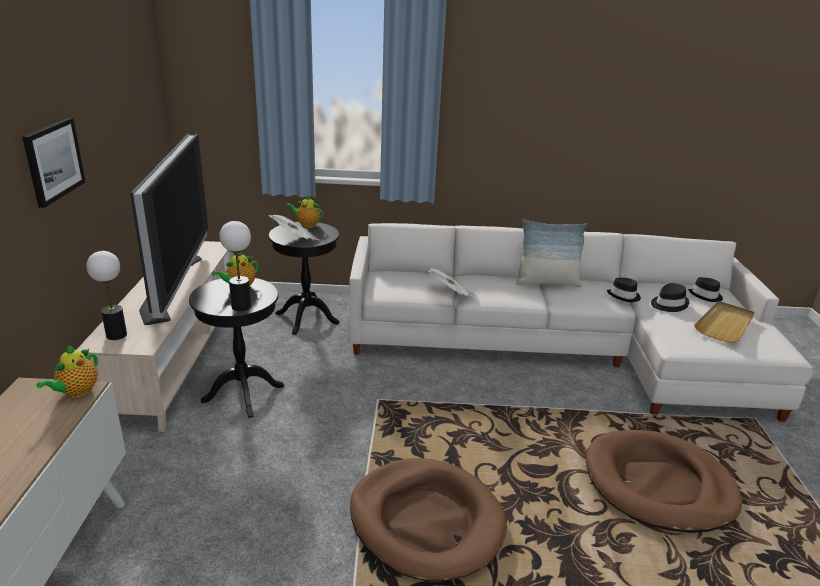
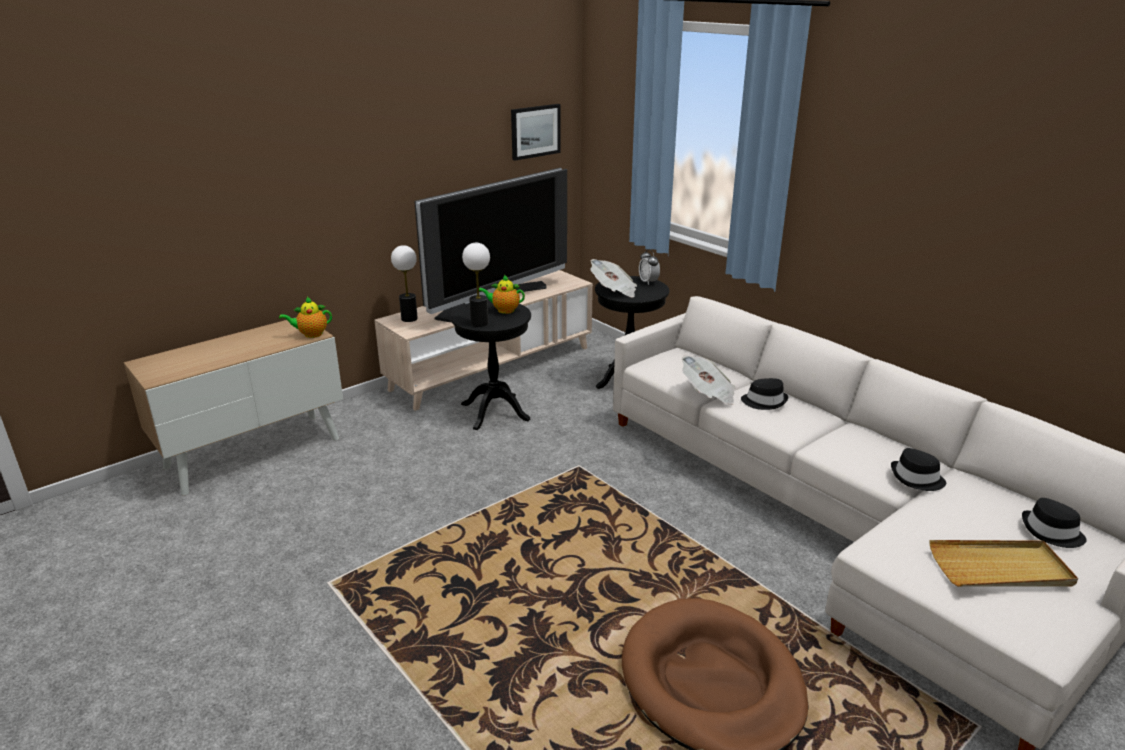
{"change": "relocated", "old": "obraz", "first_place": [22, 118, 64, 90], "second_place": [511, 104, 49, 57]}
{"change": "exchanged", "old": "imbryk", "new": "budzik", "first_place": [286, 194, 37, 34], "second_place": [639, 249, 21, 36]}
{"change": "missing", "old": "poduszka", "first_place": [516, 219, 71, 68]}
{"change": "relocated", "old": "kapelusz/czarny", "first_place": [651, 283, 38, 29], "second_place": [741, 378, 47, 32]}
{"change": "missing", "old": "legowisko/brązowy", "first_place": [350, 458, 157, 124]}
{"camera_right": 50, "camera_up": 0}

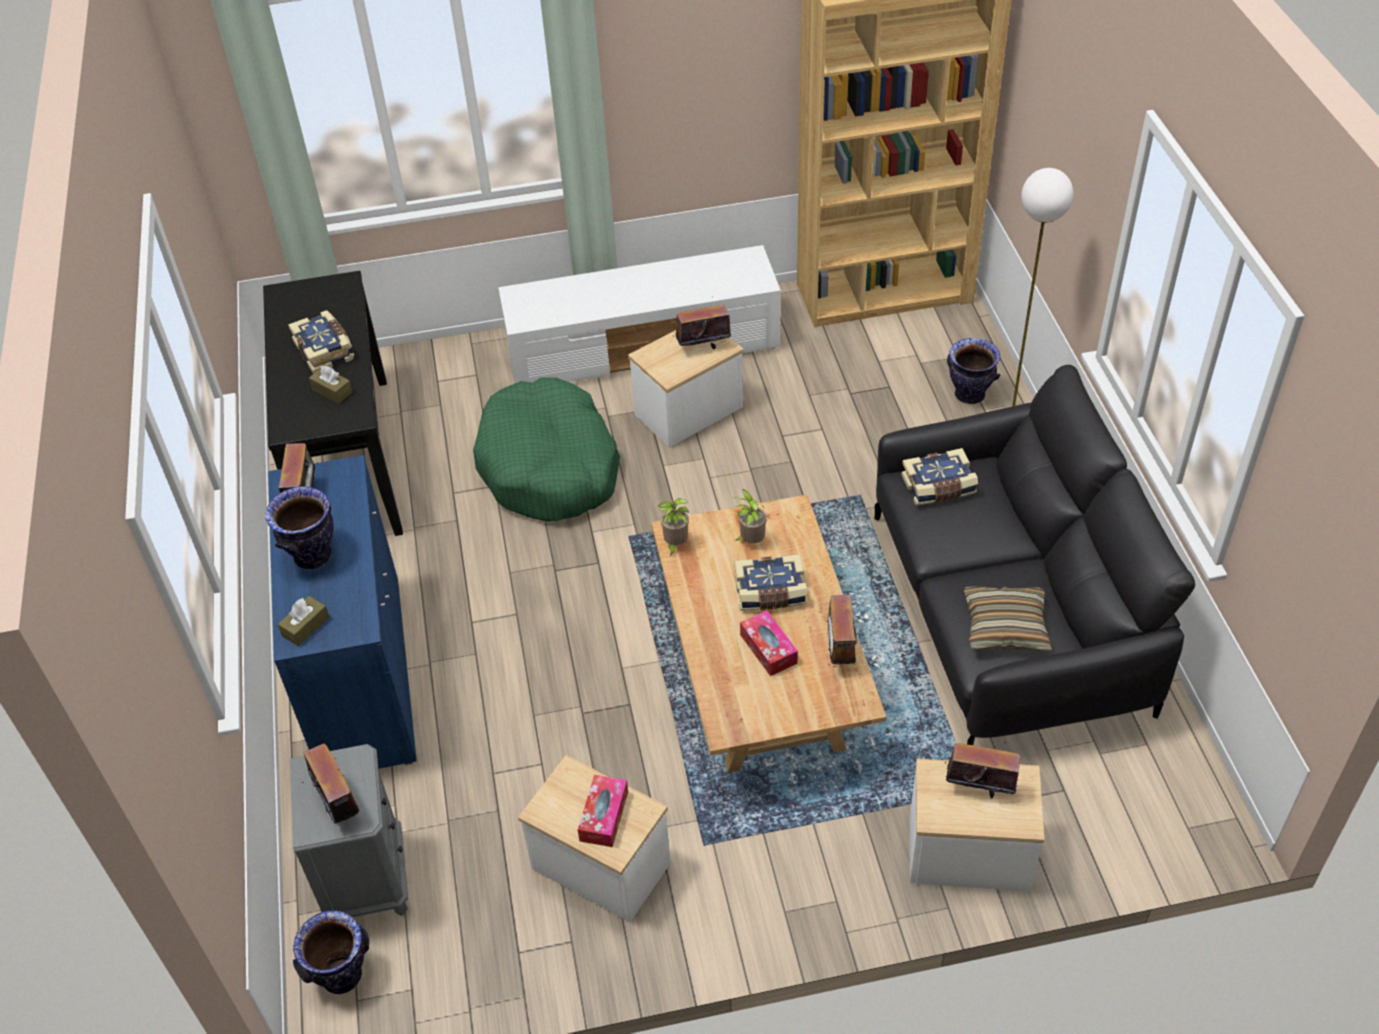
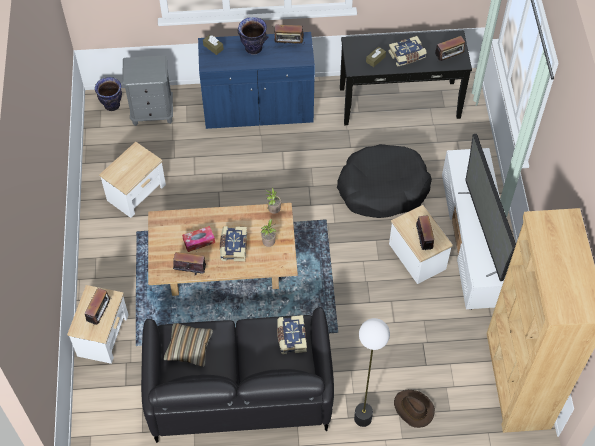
{"change": "exchanged", "old": "wazon", "new": "kapelusz/brązowy", "first_place": [947, 338, 53, 66], "second_place": [394, 390, 41, 38]}
{"change": "colour", "old": "legowisko/zielony", "new": "legowisko/czarny", "first_place": [473, 377, 147, 145], "second_place": [337, 144, 95, 74]}
{"change": "relocated", "old": "radio", "first_place": [302, 743, 57, 83], "second_place": [435, 36, 31, 25]}
{"change": "missing", "old": "pudełko chusteczek", "first_place": [578, 775, 50, 72]}
{"change": "appeared", "new": "telewizor", "second_place": [458, 134, 58, 147]}
{"camera_right": 95, "camera_up": 10}

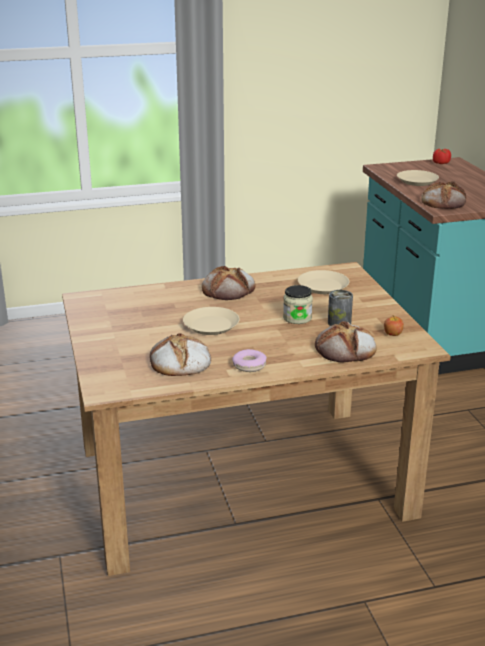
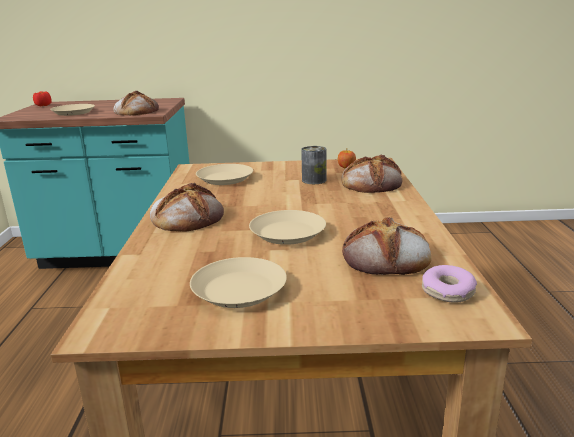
{"change": "missing", "old": "słoik", "first_place": [283, 285, 30, 39]}
{"change": "relocated", "old": "donut", "first_place": [232, 349, 35, 23], "second_place": [422, 265, 55, 38]}
{"change": "appeared", "new": "talerz/beżowy", "second_place": [190, 257, 97, 51]}
{"camera_right": -75, "camera_up": -5}

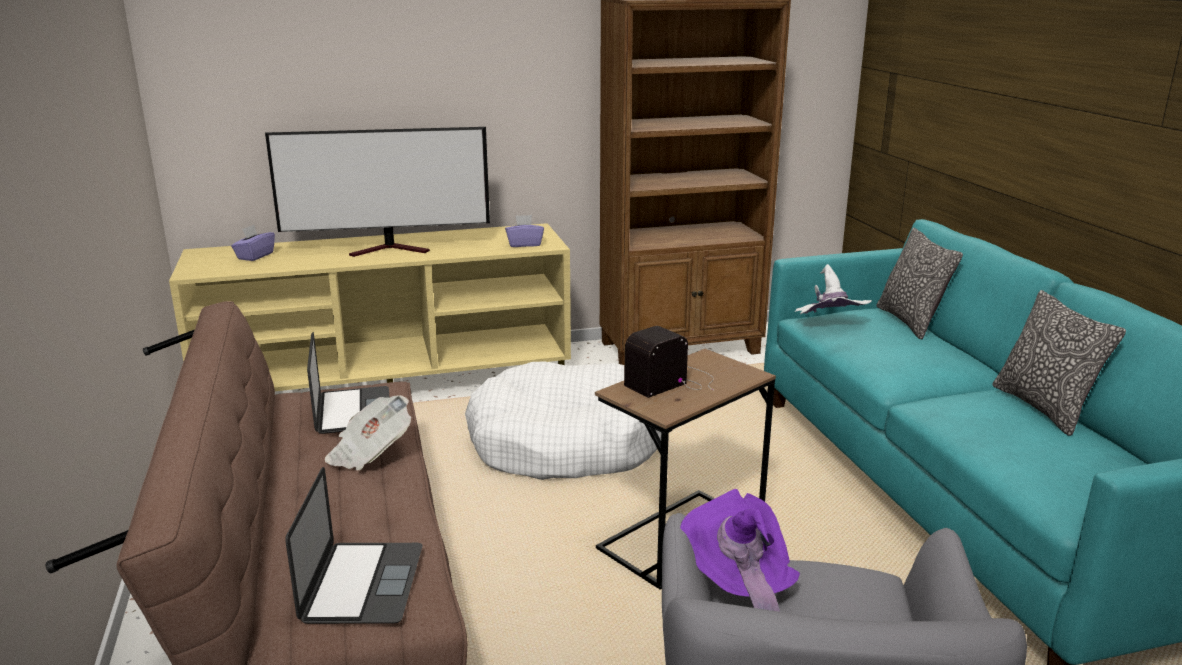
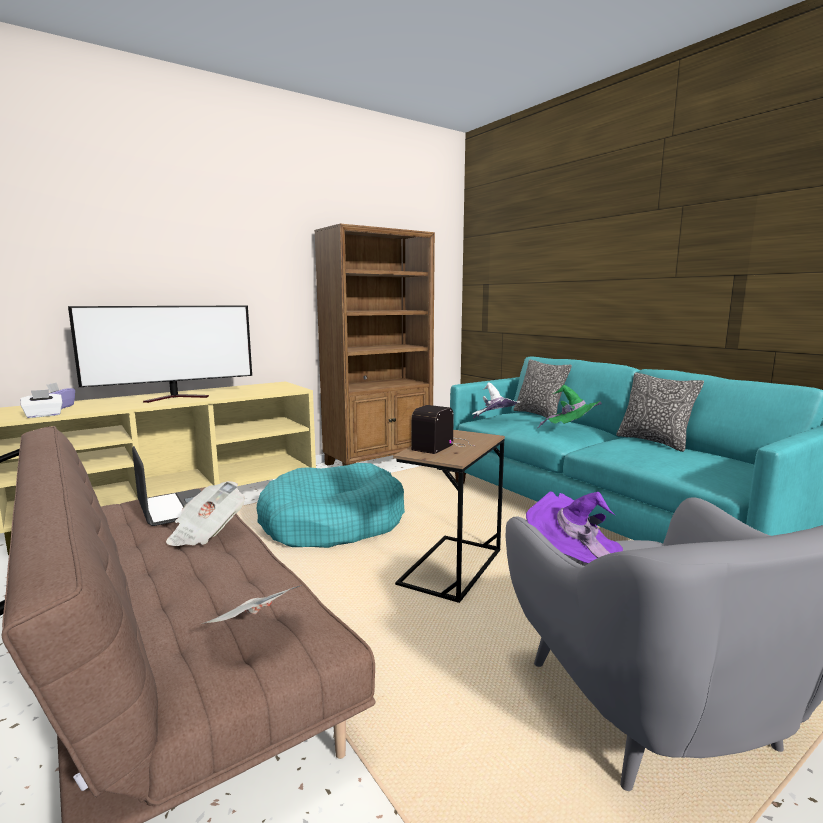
{"change": "missing", "old": "pudełko chusteczek/fioletowy", "first_place": [505, 215, 39, 32]}
{"change": "colour", "old": "legowisko/biały", "new": "legowisko/turkusowy", "first_place": [465, 362, 196, 118], "second_place": [257, 463, 148, 85]}
{"change": "exchanged", "old": "laptop", "new": "gazeta", "first_place": [285, 467, 137, 157], "second_place": [201, 585, 101, 39]}
{"change": "appeared", "new": "kapelusz/zielony", "second_place": [537, 385, 65, 43]}
{"change": "appeared", "new": "pudełko chusteczek/biały", "second_place": [20, 389, 43, 29]}
{"camera_right": -20, "camera_up": -10}

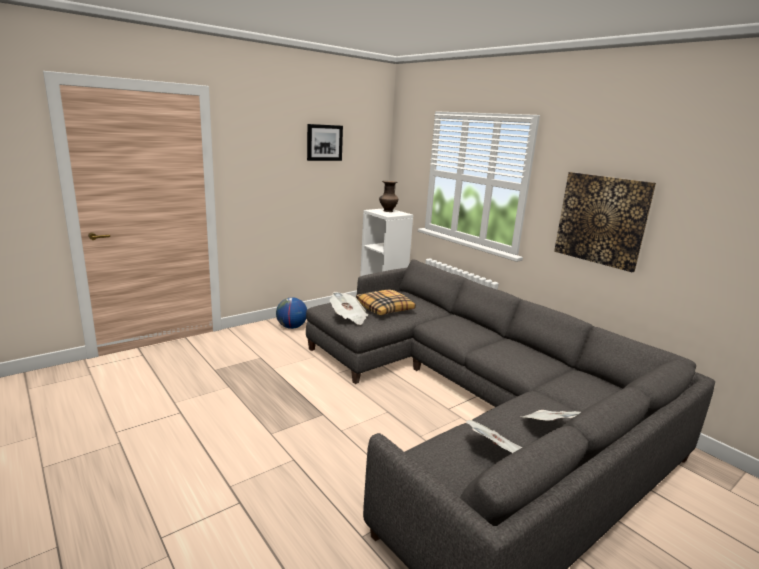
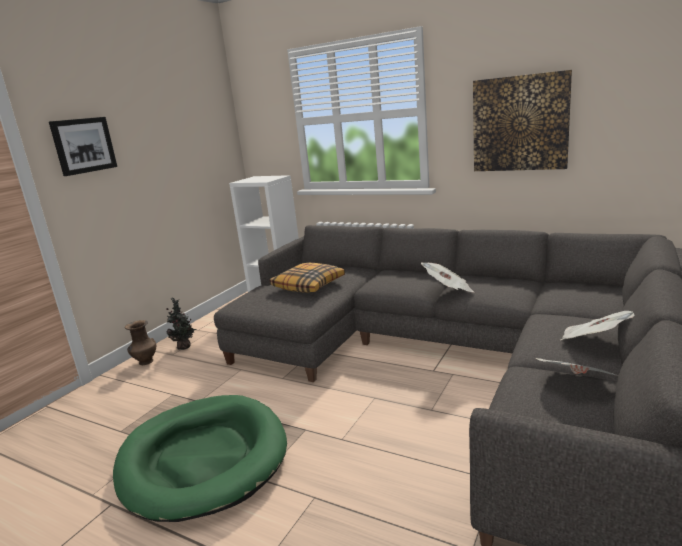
{"change": "relocated", "old": "obraz", "first_place": [307, 124, 36, 37], "second_place": [49, 117, 68, 59]}
{"change": "relocated", "old": "wazon/brązowy", "first_place": [379, 181, 19, 31], "second_place": [125, 320, 31, 45]}
{"change": "relocated", "old": "gazeta", "first_place": [330, 292, 38, 33], "second_place": [421, 263, 53, 29]}
{"change": "exchanged", "old": "globus", "new": "roślina doniczkowa", "first_place": [276, 297, 31, 32], "second_place": [166, 298, 30, 52]}
{"change": "appeared", "new": "legowisko/zielony", "second_place": [113, 395, 174, 127]}
{"camera_right": -20, "camera_up": 0}

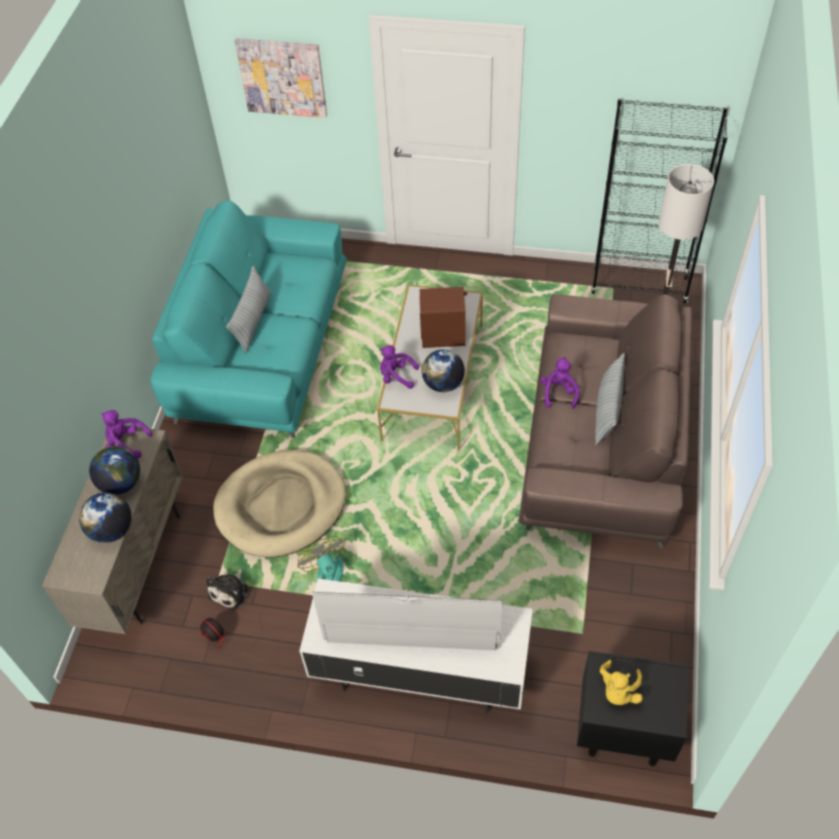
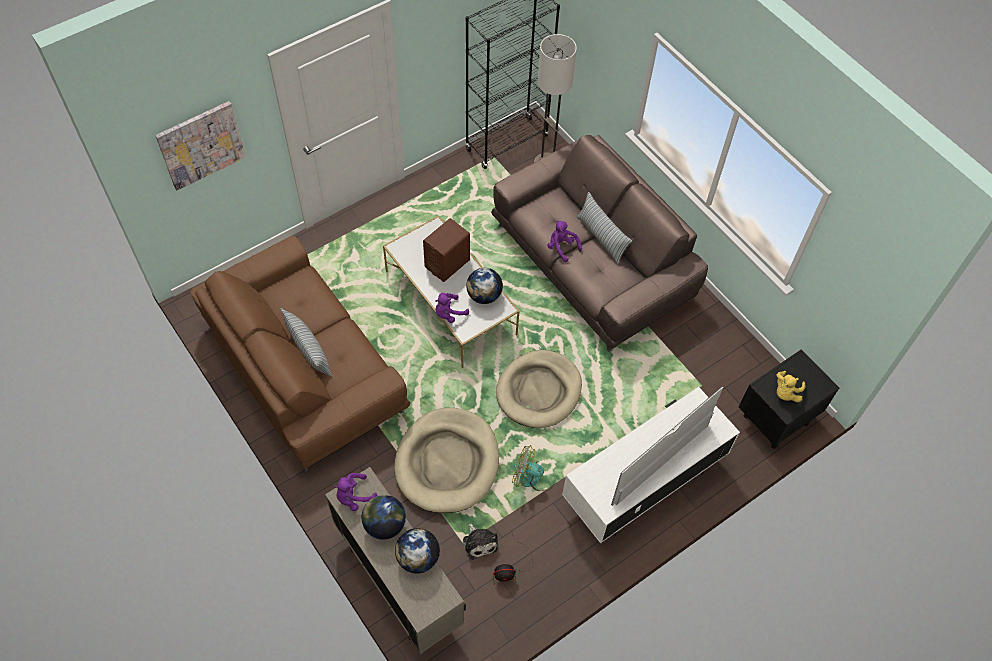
{"change": "colour", "old": "kanapa/turkusowy", "new": "kanapa/brązowy", "first_place": [150, 201, 197, 237], "second_place": [190, 236, 220, 236]}
{"change": "spun", "old": "pluszak/żółty", "first_place": [600, 660, 43, 45], "second_place": [776, 371, 29, 31], "degrees": 60}
{"change": "appeared", "new": "legowisko/beżowy", "second_place": [496, 350, 86, 78]}
{"camera_right": -50, "camera_up": 5}

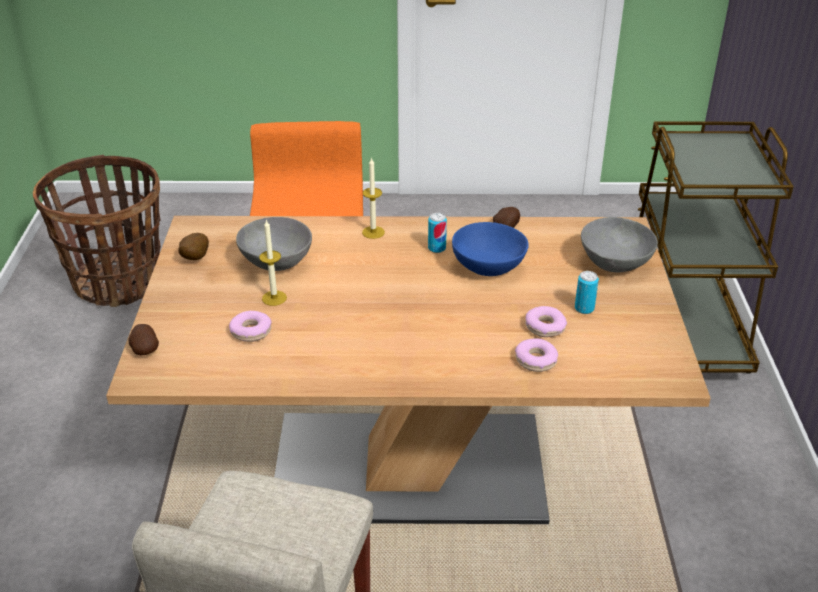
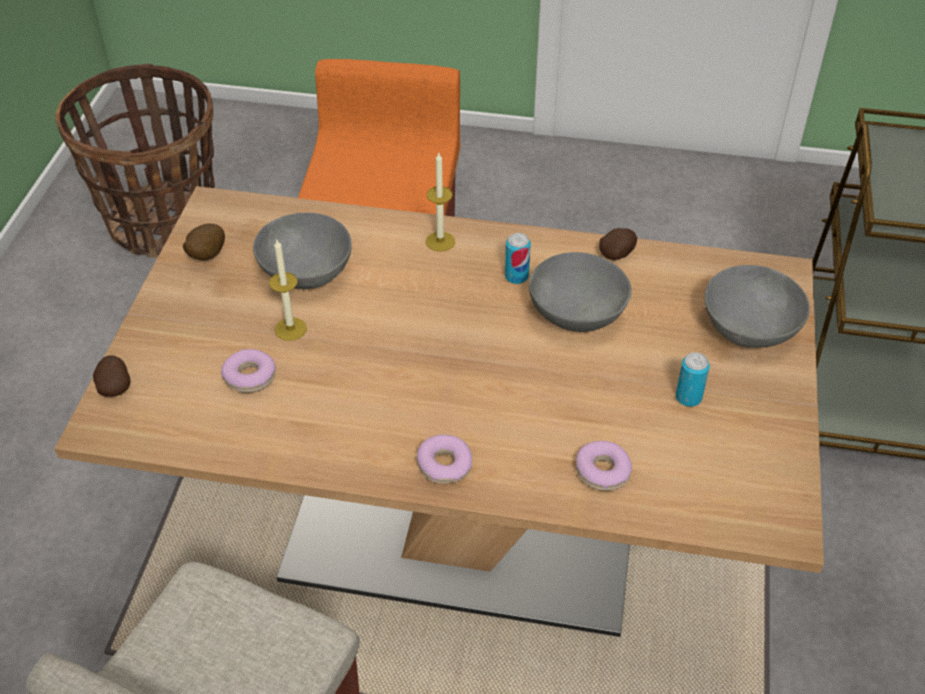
{"change": "colour", "old": "miska/niebieski", "new": "miska/szary", "first_place": [452, 222, 77, 54], "second_place": [529, 252, 103, 80]}
{"change": "relocated", "old": "donut", "first_place": [525, 306, 42, 31], "second_place": [417, 434, 55, 50]}
{"camera_right": 10, "camera_up": 10}

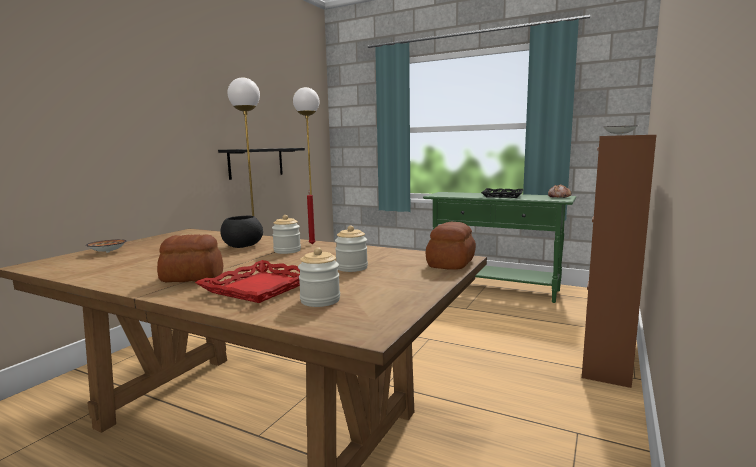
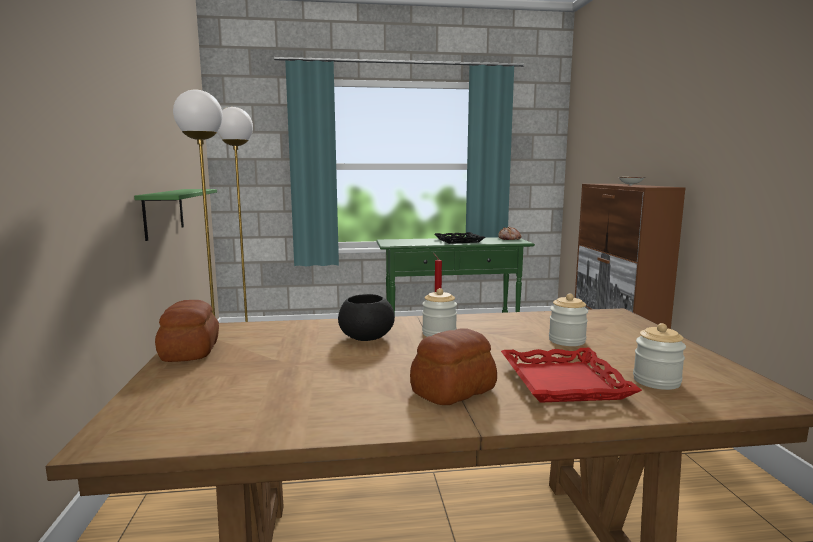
{"change": "colour", "old": "półka/czarny", "new": "półka/zielony", "first_place": [218, 148, 87, 32], "second_place": [134, 189, 83, 52]}
{"change": "relocated", "old": "chleb", "first_place": [426, 222, 50, 47], "second_place": [155, 300, 64, 62]}
{"change": "missing", "old": "miska", "first_place": [86, 239, 41, 14]}
{"camera_right": -35, "camera_up": 0}

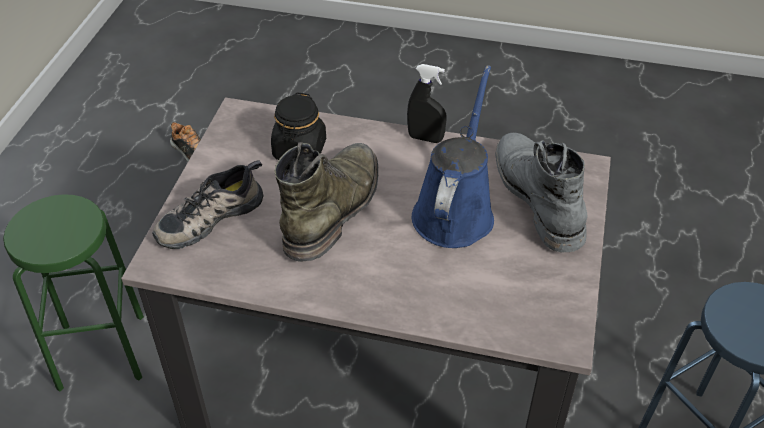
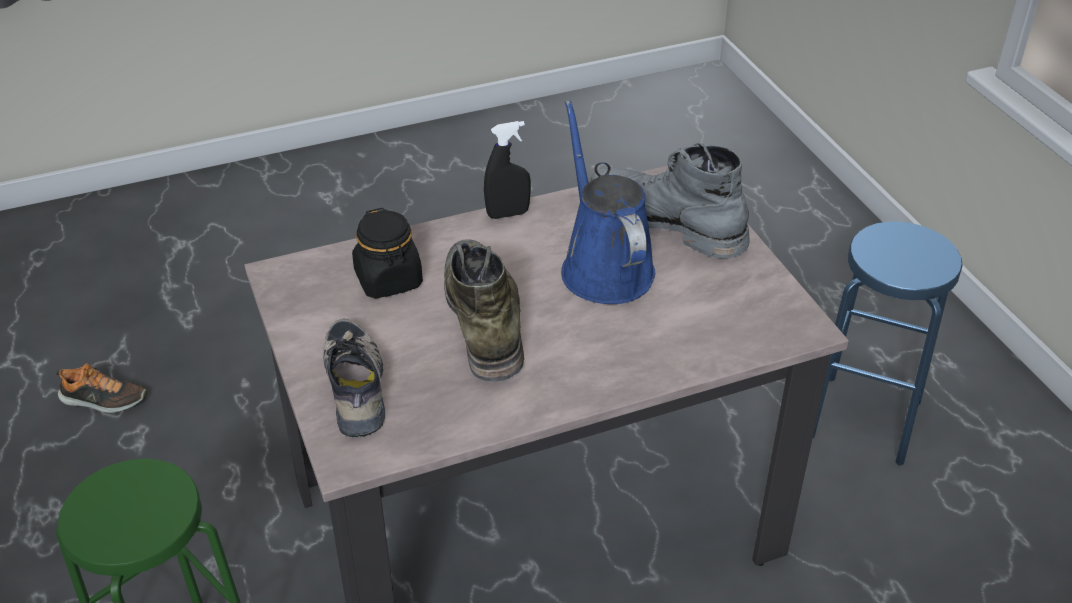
{"change": "spun", "old": "but", "first_place": [152, 160, 111, 89], "second_place": [323, 318, 62, 120], "degrees": 150}
{"camera_right": -35, "camera_up": -5}

